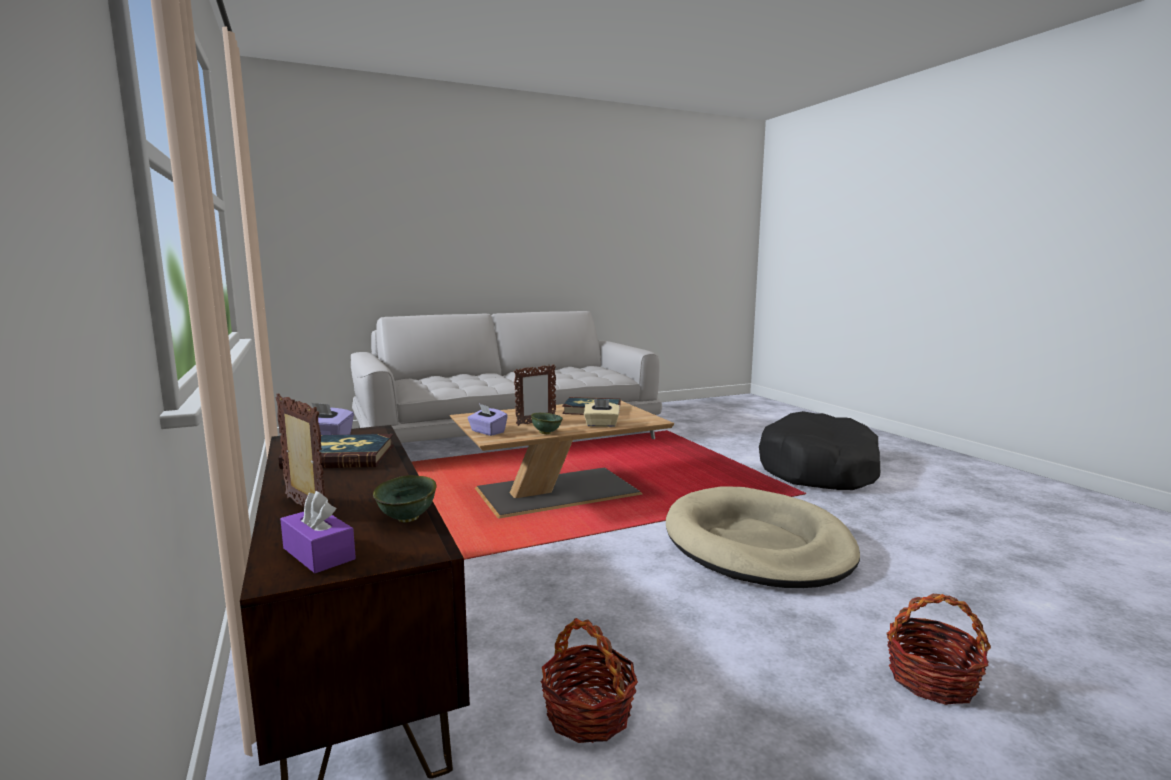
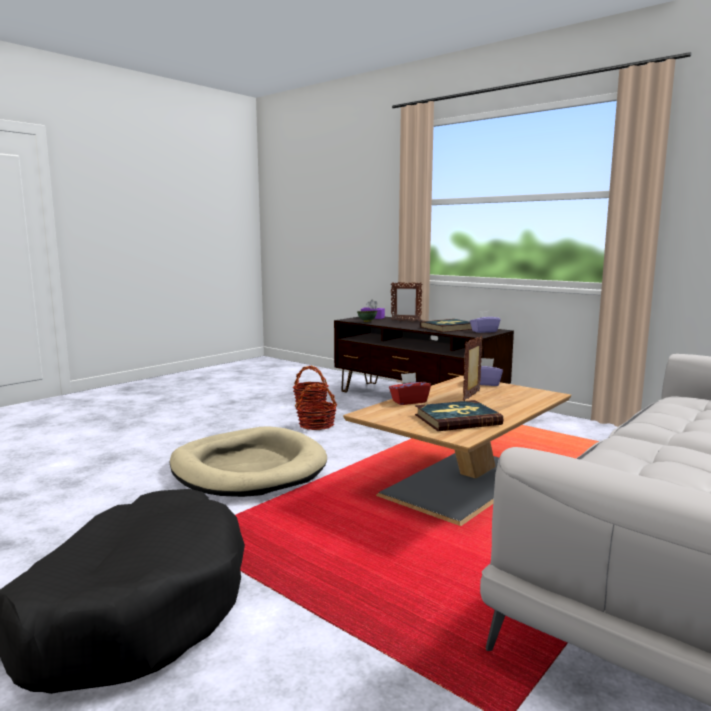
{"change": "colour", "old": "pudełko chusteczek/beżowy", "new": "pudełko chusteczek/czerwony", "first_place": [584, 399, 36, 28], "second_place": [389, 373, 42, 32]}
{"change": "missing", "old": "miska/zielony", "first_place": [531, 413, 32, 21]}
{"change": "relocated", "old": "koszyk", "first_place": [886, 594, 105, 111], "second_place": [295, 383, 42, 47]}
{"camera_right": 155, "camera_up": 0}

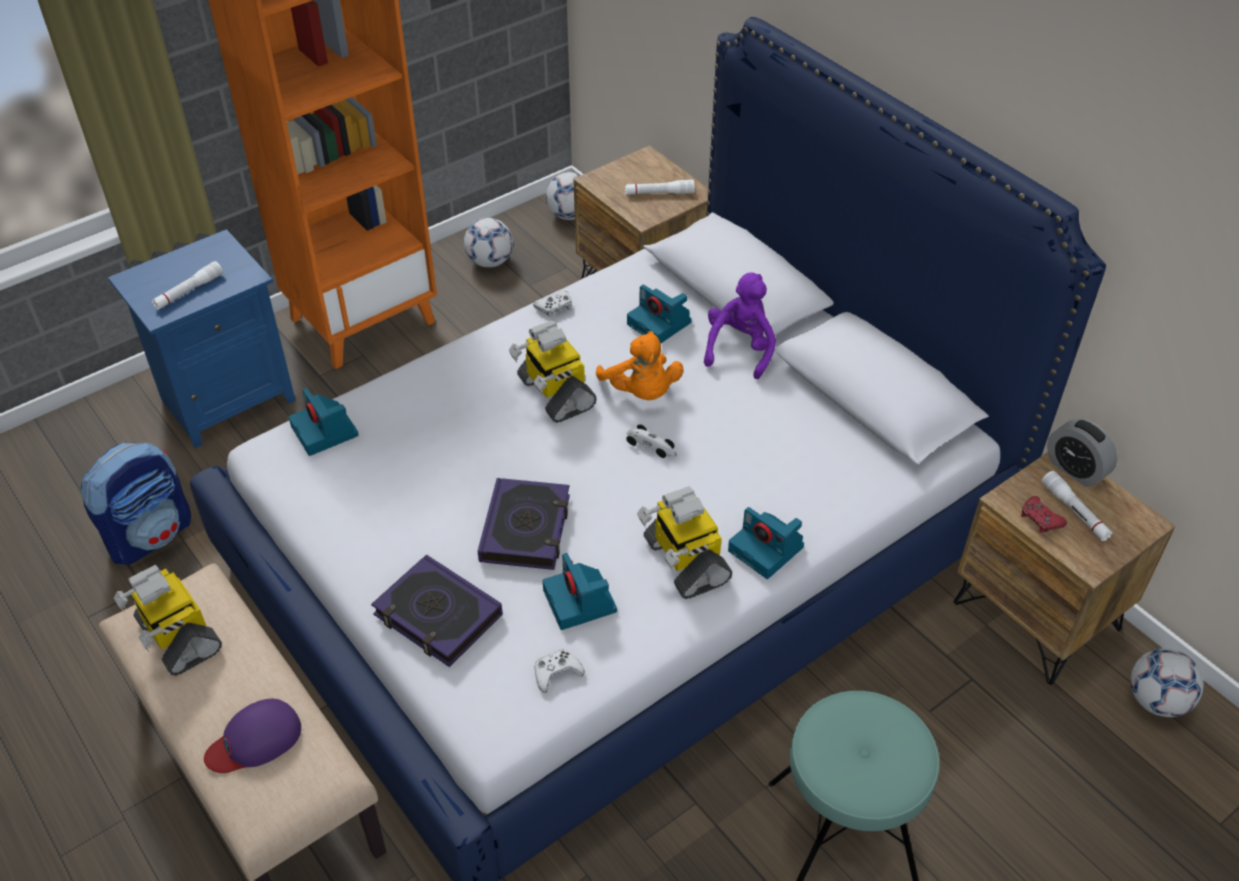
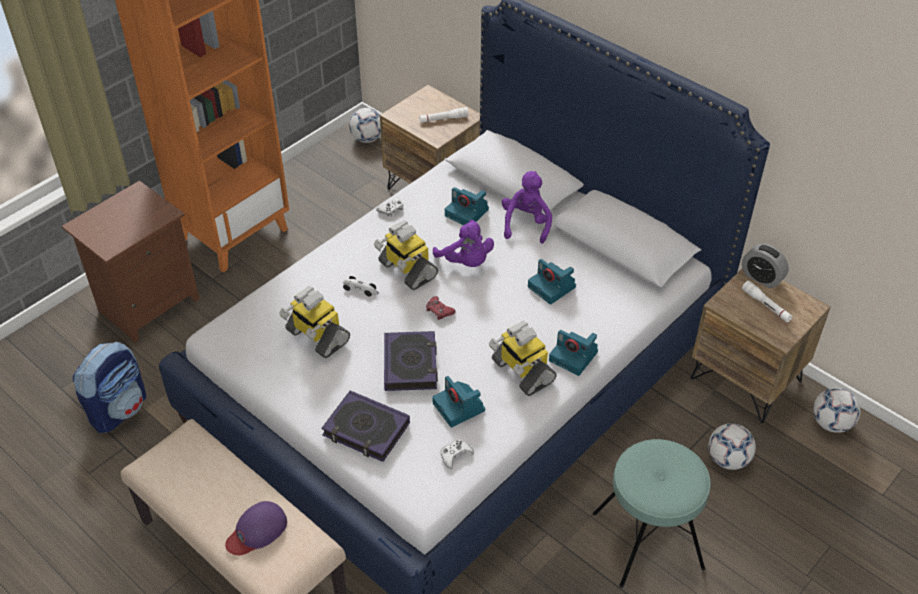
{"change": "relocated", "old": "piłka futbolowa", "first_place": [464, 218, 49, 50], "second_place": [708, 423, 48, 47]}
{"change": "colour", "old": "szafka nocna/niebieski", "new": "szafka nocna/brązowy", "first_place": [108, 229, 188, 219], "second_place": [62, 181, 138, 162]}
{"change": "missing", "old": "latarka/biały", "first_place": [152, 261, 71, 49]}
{"change": "colour", "old": "pluszak/pomarańczowy", "new": "pluszak/fioletowy", "first_place": [596, 331, 88, 69], "second_place": [433, 220, 61, 47]}
{"change": "relocated", "old": "aparat fotograficzny", "first_place": [289, 388, 70, 68], "second_place": [528, 259, 48, 45]}
{"change": "relocated", "old": "samochodzik", "first_place": [626, 424, 51, 34], "second_place": [343, 276, 36, 20]}
{"change": "relocated", "old": "pad do gier/czerwony", "first_place": [1021, 496, 46, 37], "second_place": [426, 296, 30, 24]}
{"change": "relocated", "old": "robot zabawkowy", "first_place": [114, 565, 108, 111], "second_place": [279, 286, 71, 72]}
{"camera_right": -10, "camera_up": 0}

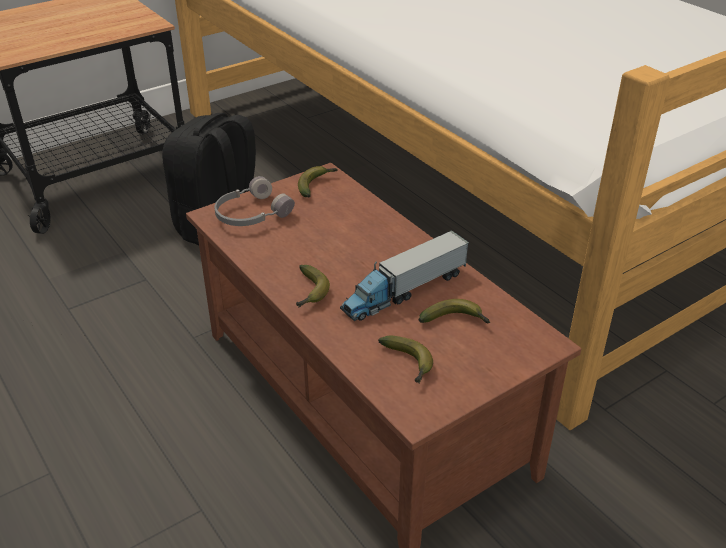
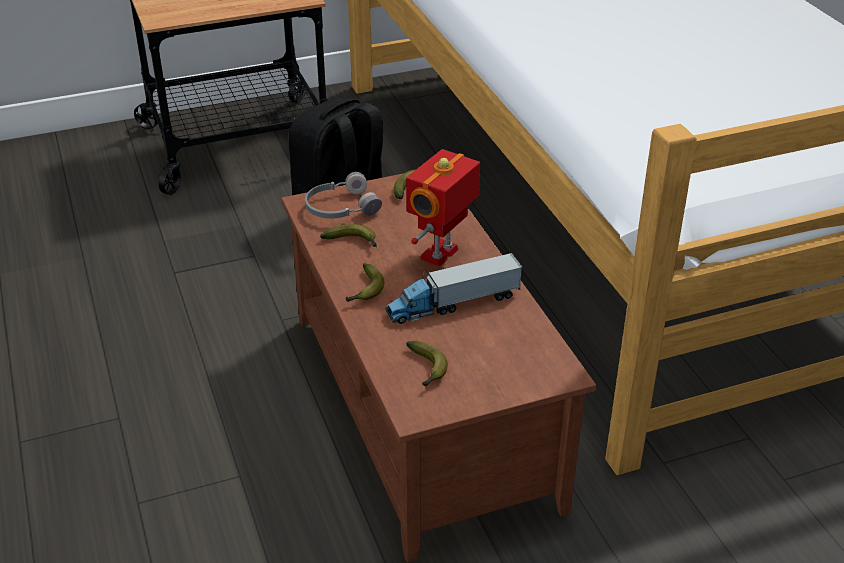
{"change": "relocated", "old": "banan", "first_place": [419, 299, 71, 24], "second_place": [320, 224, 57, 23]}
{"change": "appeared", "new": "robot zabawkowy", "second_place": [406, 149, 74, 118]}
{"camera_right": 15, "camera_up": 0}

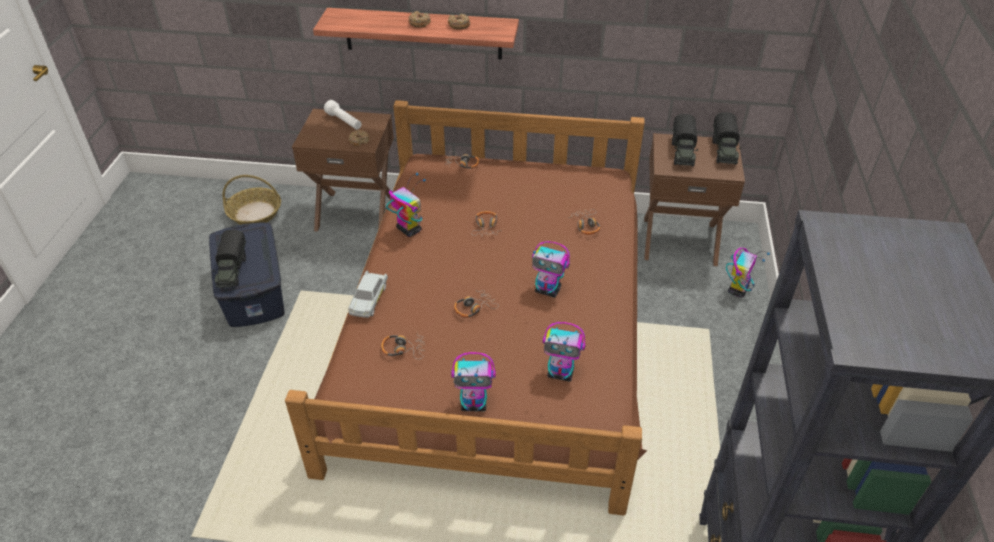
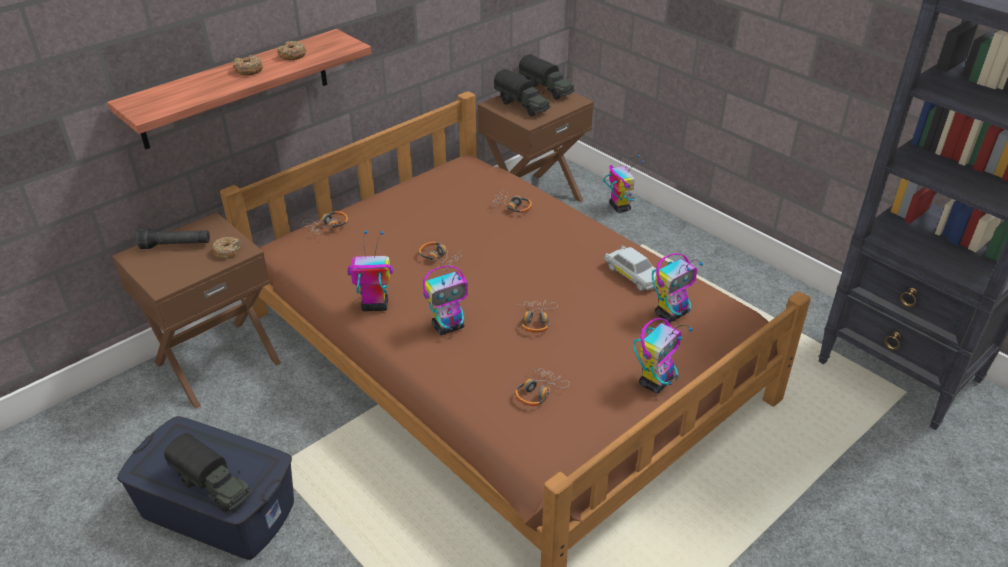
{"change": "colour", "old": "latarka/biały", "new": "latarka/czarny", "first_place": [324, 100, 38, 30], "second_place": [137, 228, 73, 21]}
{"change": "missing", "old": "koszyk", "first_place": [222, 175, 59, 50]}
{"change": "relocated", "old": "robot zabawkowy", "first_place": [532, 241, 38, 57], "second_place": [423, 266, 45, 69]}
{"change": "relocated", "old": "samochodzik/biały", "first_place": [348, 271, 40, 47], "second_place": [604, 245, 52, 46]}
{"camera_right": -50, "camera_up": -5}

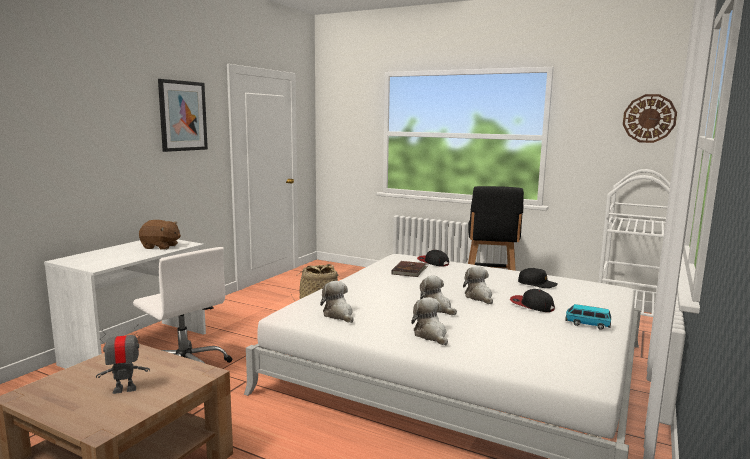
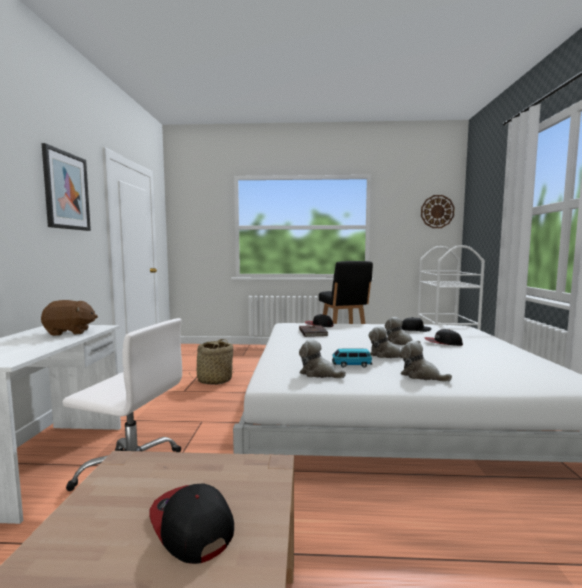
{"change": "relocated", "old": "samochodzik", "first_place": [565, 304, 46, 26], "second_place": [332, 349, 40, 19]}
{"change": "exchanged", "old": "robot zabawkowy", "new": "czapka z daszkiem", "first_place": [96, 324, 54, 70], "second_place": [149, 483, 85, 81]}
{"camera_right": -25, "camera_up": -5}

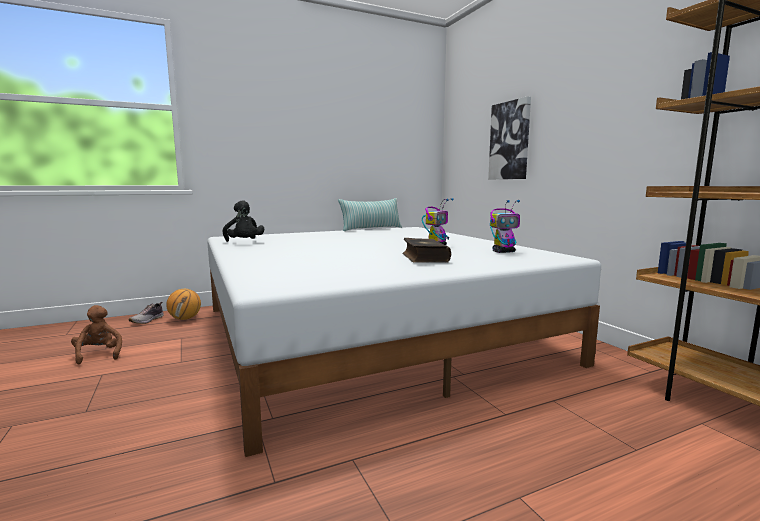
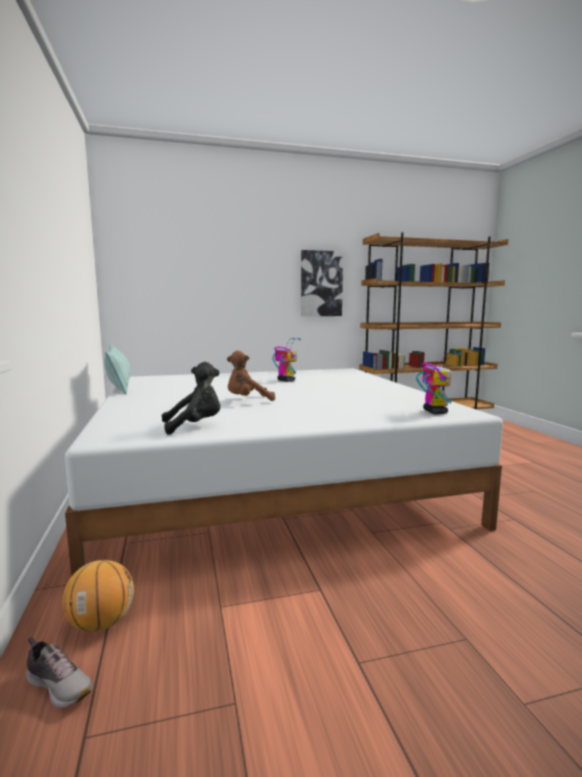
{"change": "relocated", "old": "obraz", "first_place": [488, 96, 43, 83], "second_place": [301, 250, 42, 66]}
{"change": "relocated", "old": "robot zabawkowy", "first_place": [490, 200, 30, 53], "second_place": [416, 351, 46, 63]}
{"change": "missing", "old": "książka", "first_place": [402, 238, 49, 25]}
{"change": "relocated", "old": "pluszak/brązowy", "first_place": [71, 305, 51, 59], "second_place": [227, 350, 48, 51]}
{"camera_right": -80, "camera_up": 0}

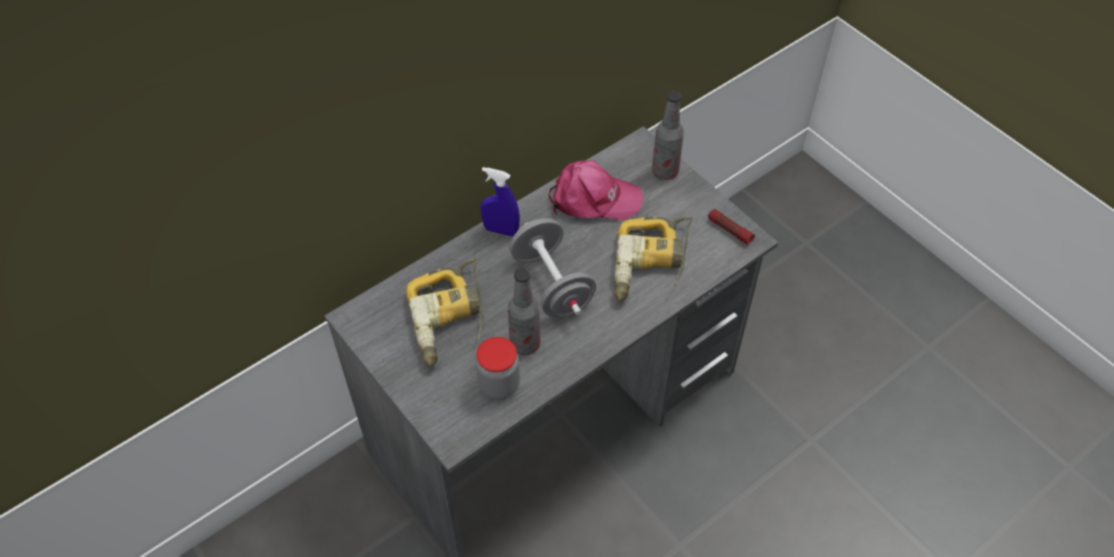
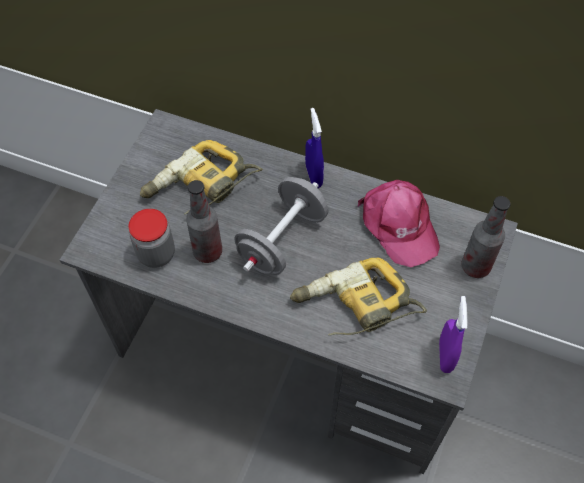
{"change": "exchanged", "old": "latarka", "new": "spryskiwacz/fioletowy", "first_place": [708, 209, 46, 36], "second_place": [439, 296, 29, 77]}
{"camera_right": 60, "camera_up": 5}

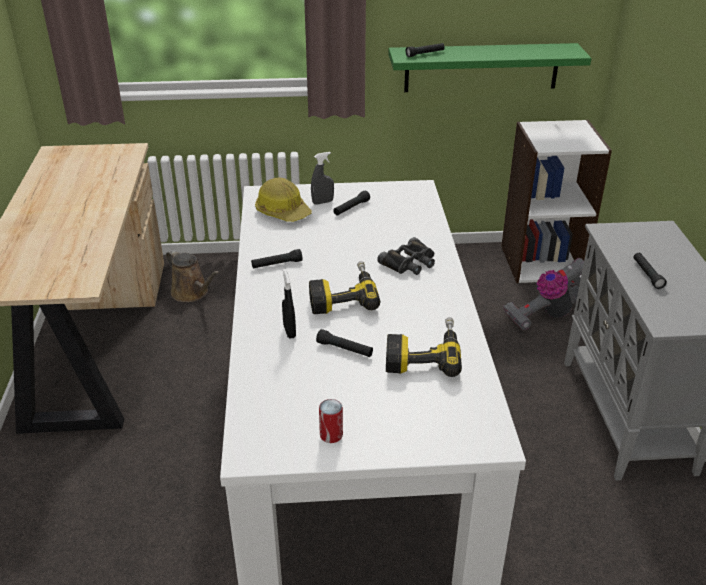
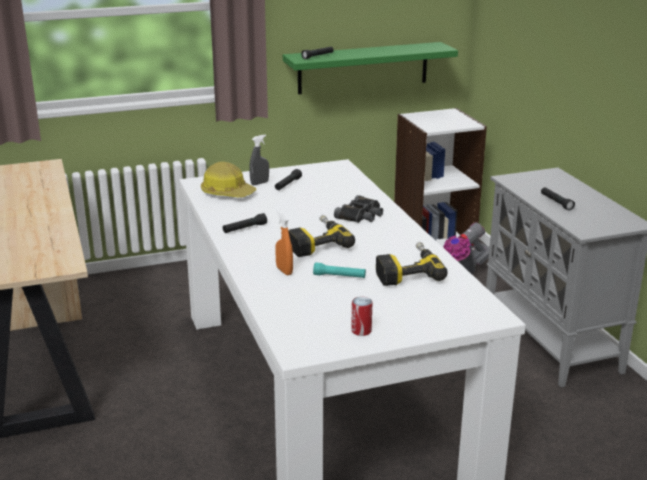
{"change": "missing", "old": "konewka/brązowy", "first_place": [166, 250, 54, 52]}
{"change": "colour", "old": "spryskiwacz/czarny", "new": "spryskiwacz/pomarańczowy", "first_place": [282, 269, 14, 70], "second_place": [275, 211, 18, 64]}
{"change": "colour", "old": "latarka/czarny", "new": "latarka/turkusowy", "first_place": [316, 329, 57, 28], "second_place": [313, 263, 53, 15]}
{"camera_right": -15, "camera_up": -10}

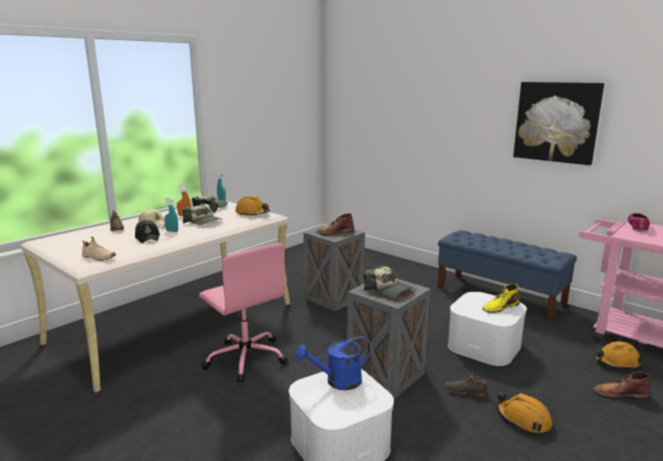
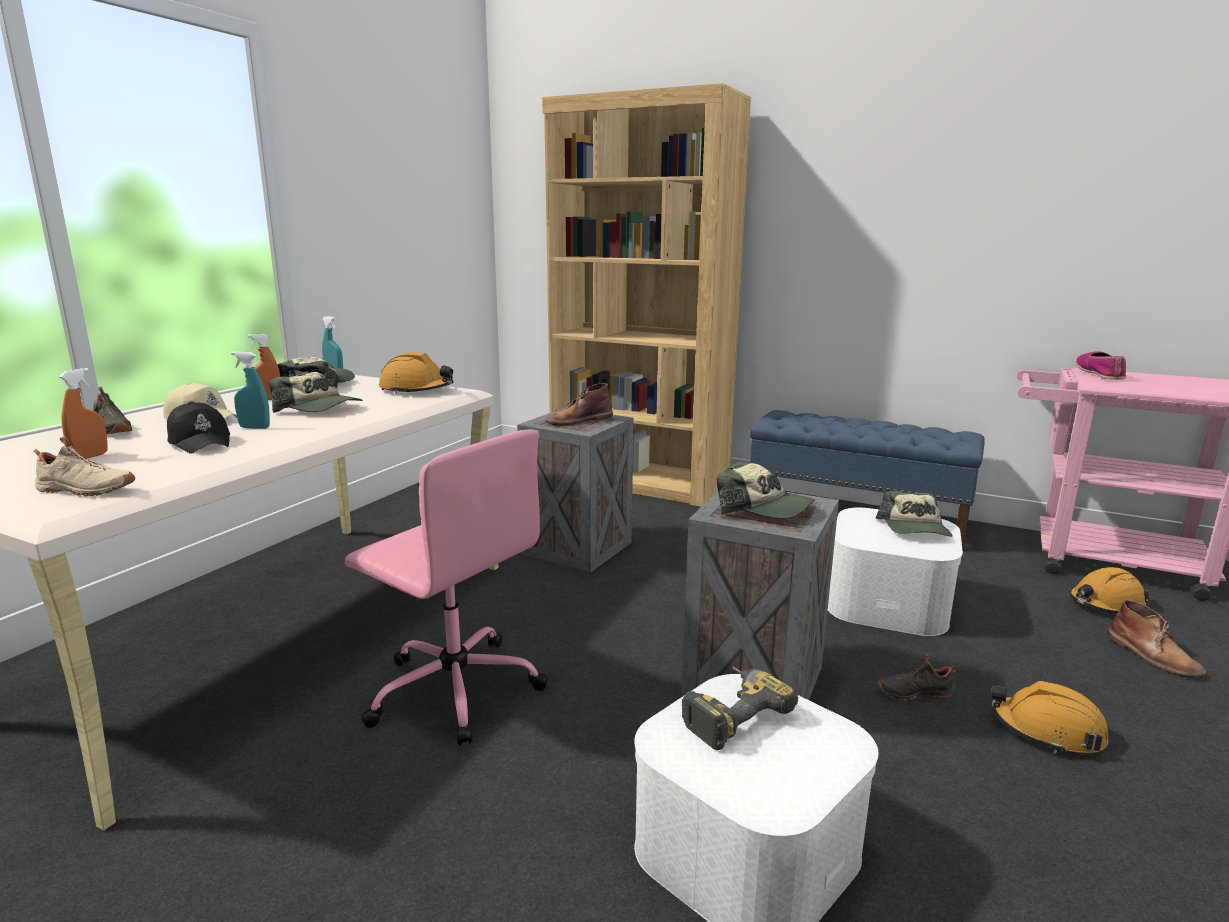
{"change": "missing", "old": "obraz", "first_place": [513, 82, 91, 83]}
{"change": "exchanged", "old": "but z cholewką/żółty", "new": "czapka z daszkiem", "first_place": [482, 284, 37, 29], "second_place": [876, 491, 77, 46]}
{"change": "exchanged", "old": "konewka/niebieski", "new": "wiertarka", "first_place": [296, 336, 74, 54], "second_place": [682, 667, 116, 83]}
{"change": "spun", "old": "but z cholewką/brązowy", "first_place": [593, 372, 57, 27], "second_place": [1107, 600, 99, 78], "degrees": -105}
{"change": "appeared", "new": "regał/brązowy", "second_place": [542, 83, 209, 424]}
{"change": "appeared", "new": "spryskiwacz/pomarańczowy", "second_place": [59, 368, 49, 91]}
{"camera_right": -15, "camera_up": 0}

